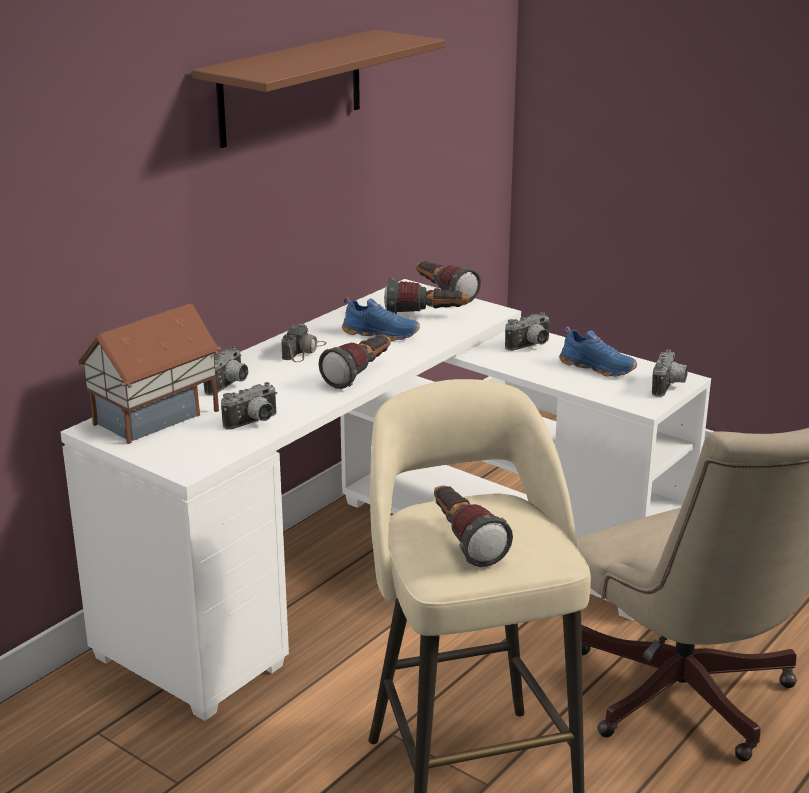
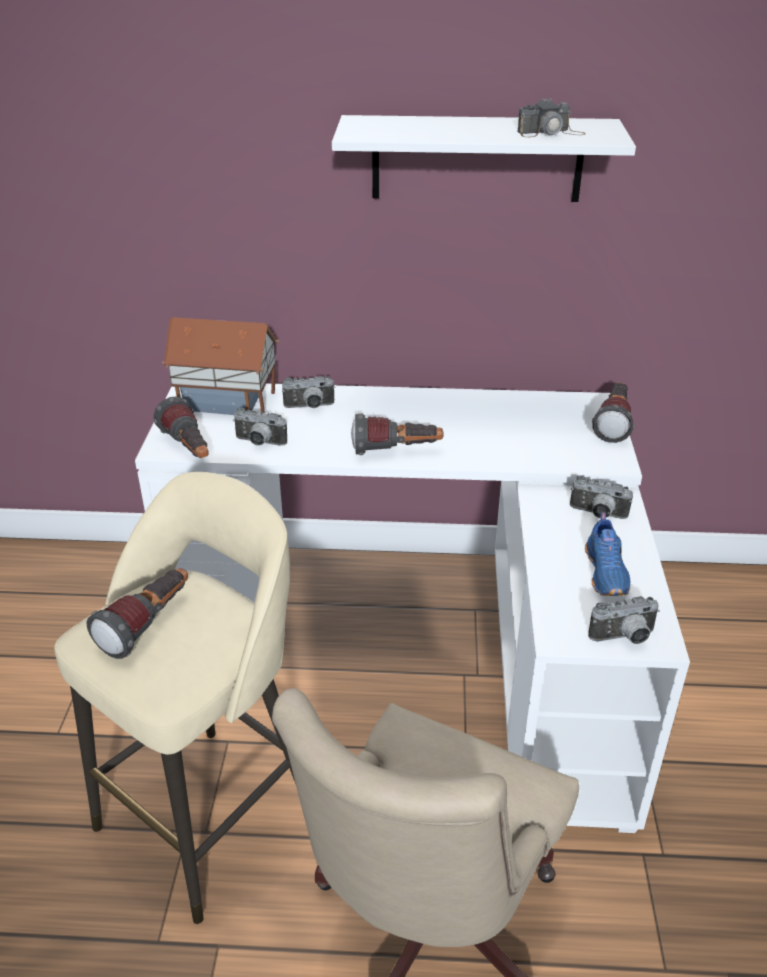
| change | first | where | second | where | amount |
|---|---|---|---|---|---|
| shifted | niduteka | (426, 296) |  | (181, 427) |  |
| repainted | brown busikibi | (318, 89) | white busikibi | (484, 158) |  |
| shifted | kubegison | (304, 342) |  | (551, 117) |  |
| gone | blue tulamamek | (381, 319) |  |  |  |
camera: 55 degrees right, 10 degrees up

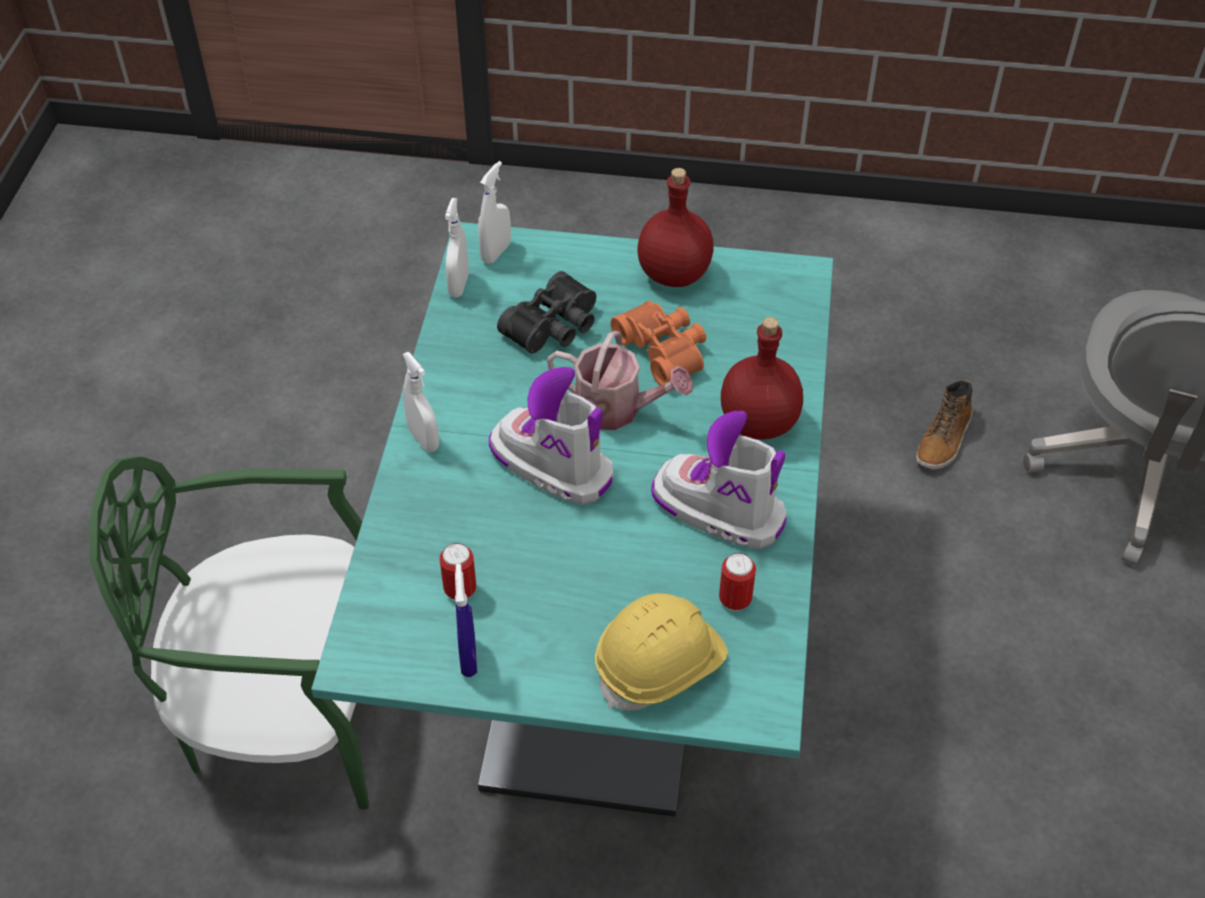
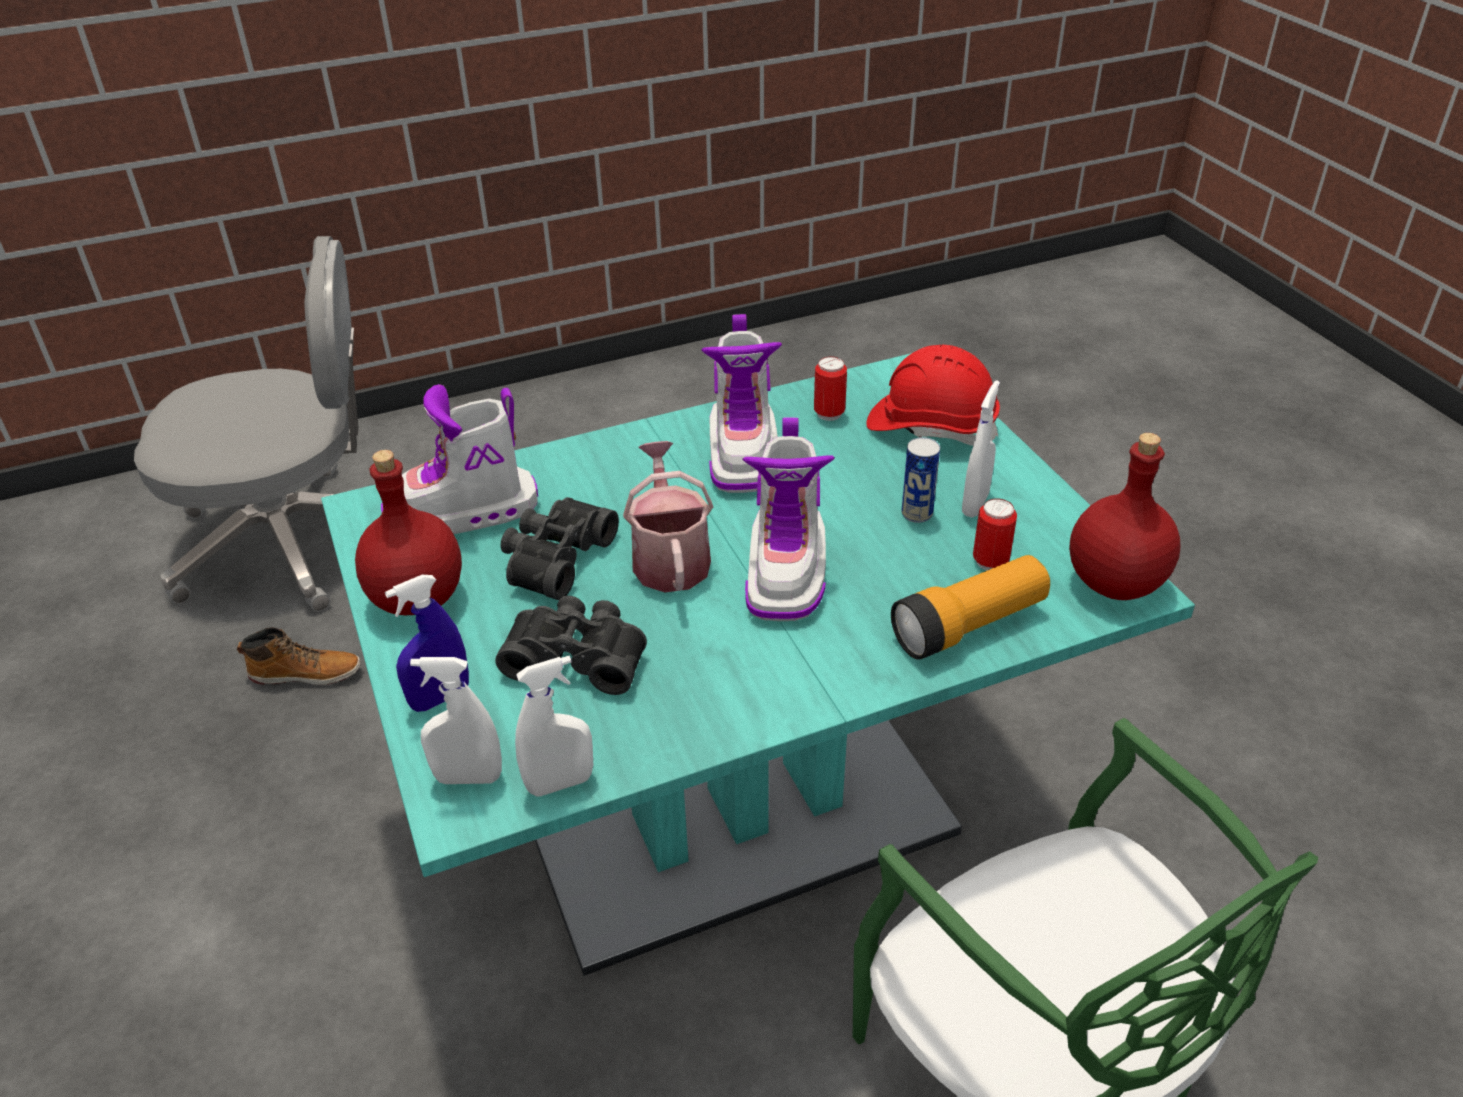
| change | first | where | second | where | amount |
|---|---|---|---|---|---|
| new |  |  | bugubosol | (459, 459) |  |
| shifted | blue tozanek | (466, 620) |  | (427, 643) |  |
| repainted | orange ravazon | (658, 343) | black ravazon | (559, 548) |  |
| repainted | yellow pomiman | (661, 652) | red pomiman | (933, 395) |  |
| new |  |  | niduteka | (970, 607) |  |
| new |  |  | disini | (920, 480) |  |
| shifted | white tozanek | (421, 402) |  | (981, 449) |  |
| shifted | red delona | (762, 378) |  | (1124, 516) |  |
camera: 120 degrees left, 10 degrees down

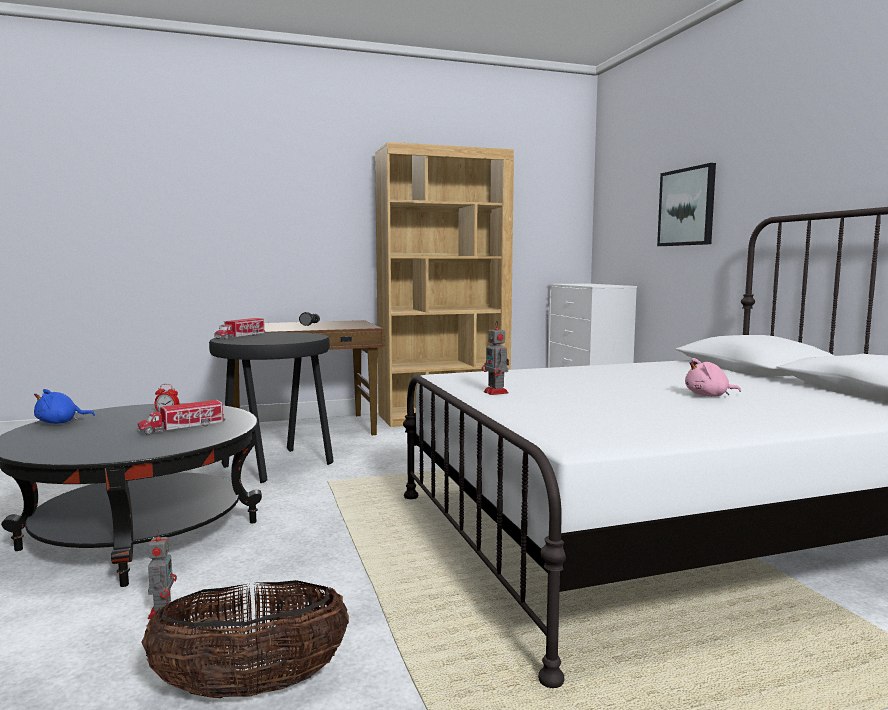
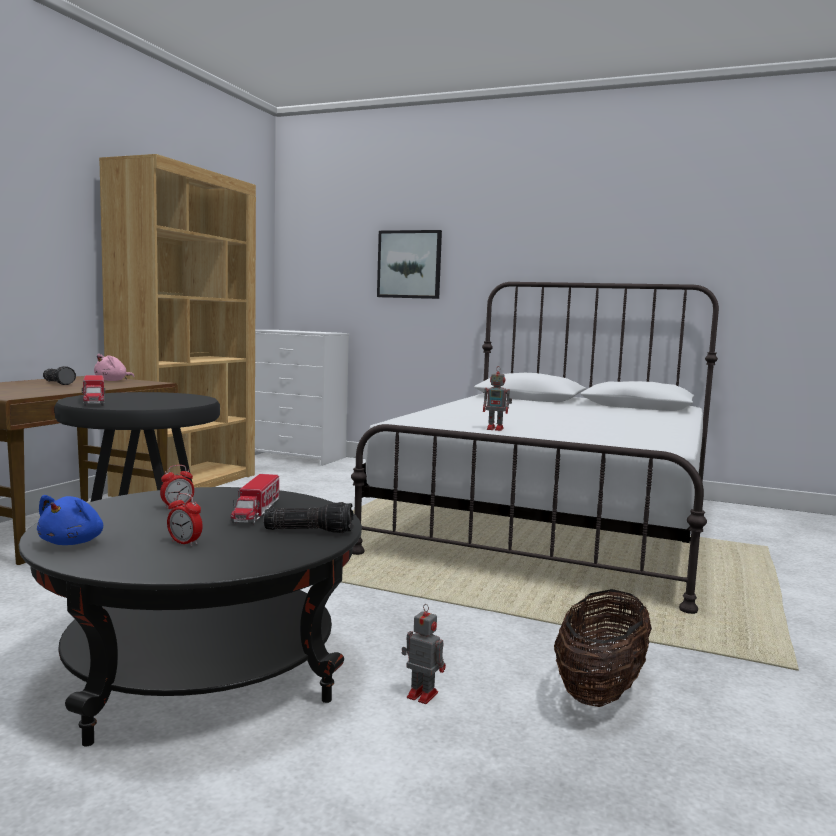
| change | first | where | second | where | amount |
|---|---|---|---|---|---|
| shifted | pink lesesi | (713, 377) |  | (114, 367) |  |
| new |  |  | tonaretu | (185, 519) |  |
| new |  |  | niduteka | (308, 517) |  |
camera: 50 degrees left, 0 degrees up

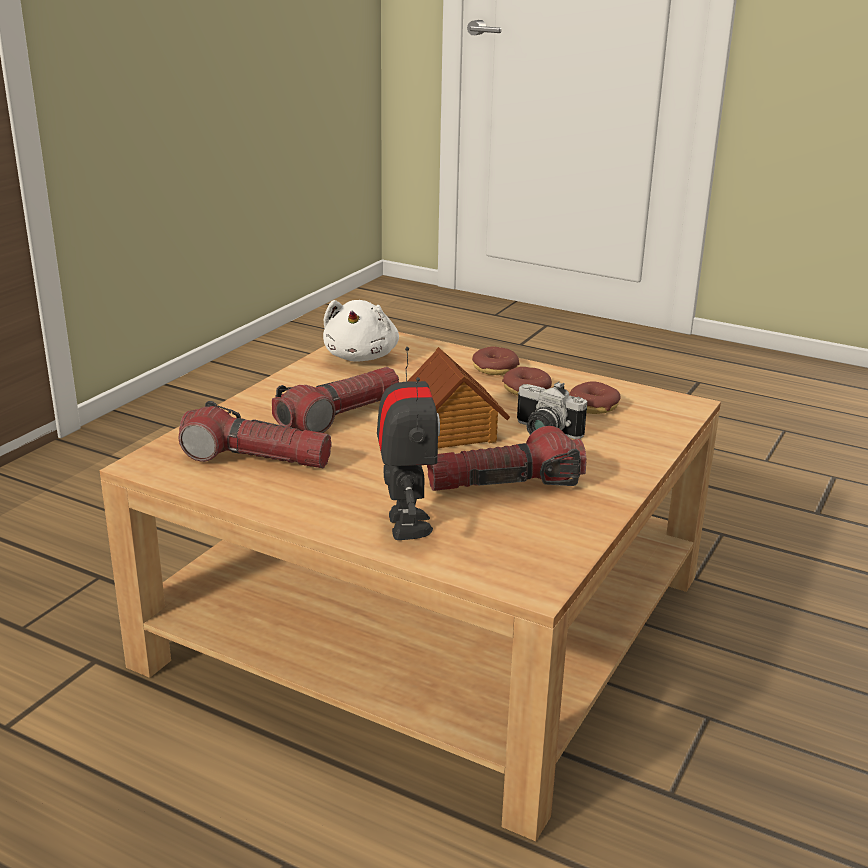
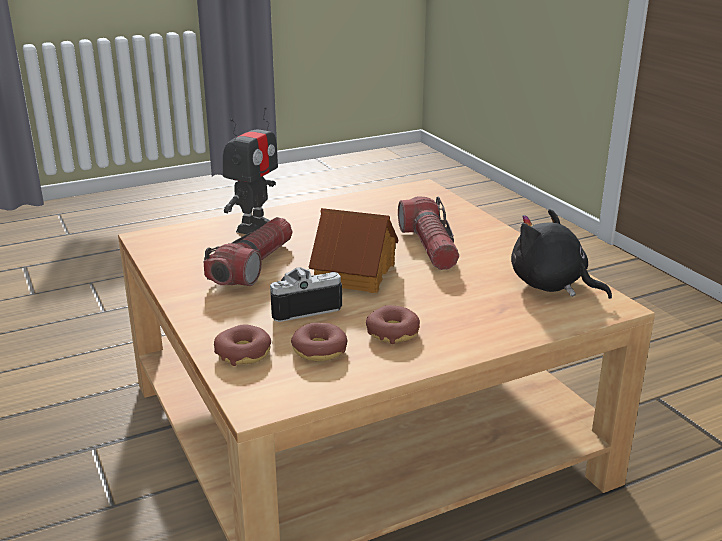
| change | first | where | second | where | amount |
|---|---|---|---|---|---|
| shifted | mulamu | (495, 360) |  | (242, 345) |  |
| rotated | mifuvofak | (408, 443) |  | (250, 170) | 90 degrees counterclockwise |
| repainted | white lesesi | (361, 330) | black lesesi | (561, 254) |  |
| gone | niduteka | (255, 434) |  |  |  |
camera: 125 degrees right, 0 degrees up

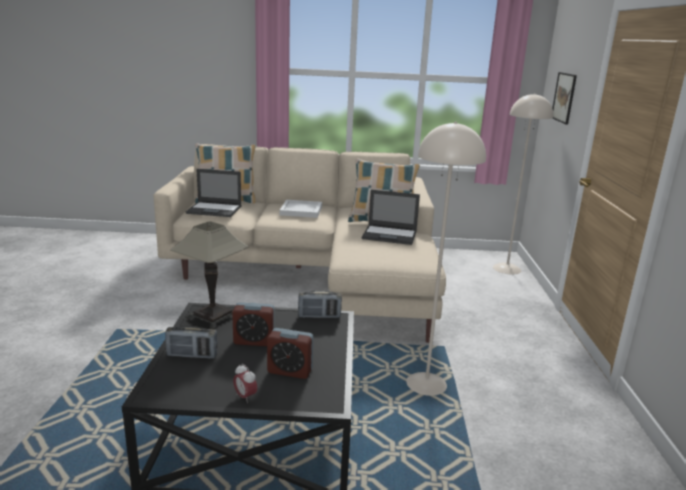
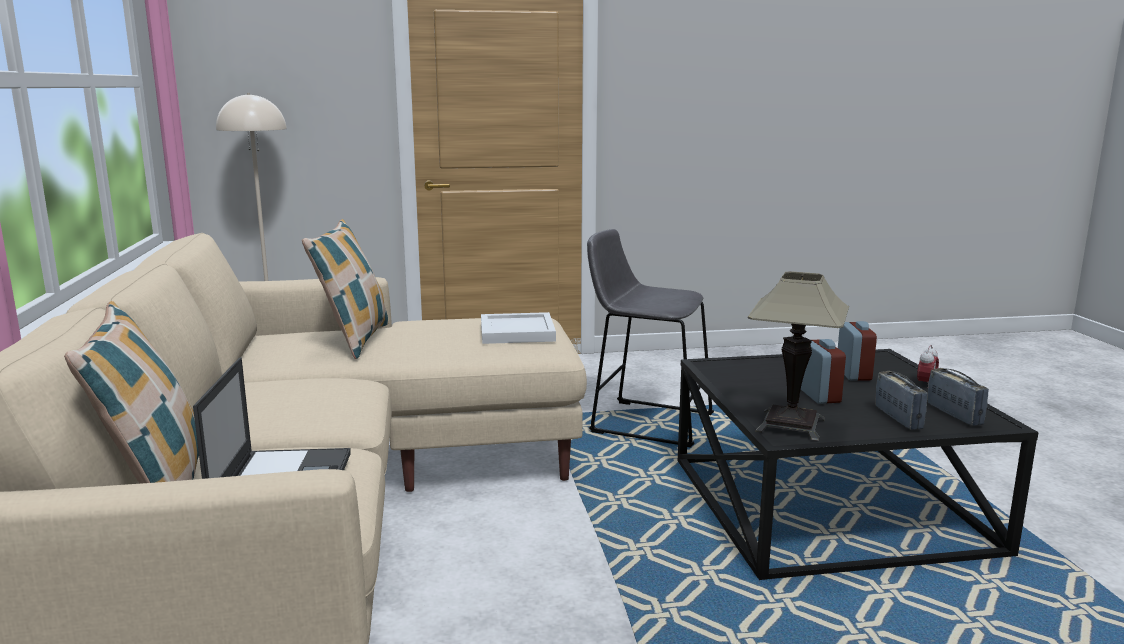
| change | first | where | second | where | amount |
|---|---|---|---|---|---|
| shifted | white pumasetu | (301, 209) |  | (518, 328) |  |
| swapped | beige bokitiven | (446, 258) | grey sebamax | (650, 338) |  |
| shifted | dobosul | (320, 304) |  | (958, 397) |  |
| gone | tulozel | (391, 217) |  |  |  |
| gone | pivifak | (564, 98) |  |  |  |
camera: 100 degrees left, 5 degrees down

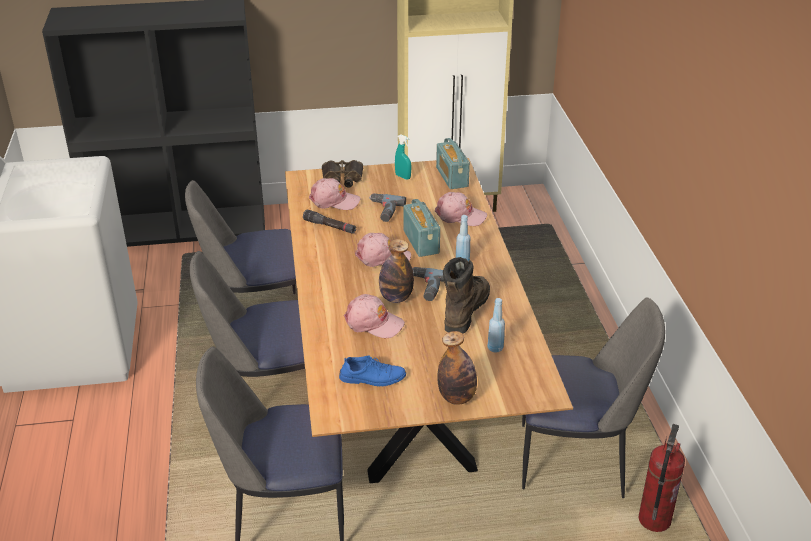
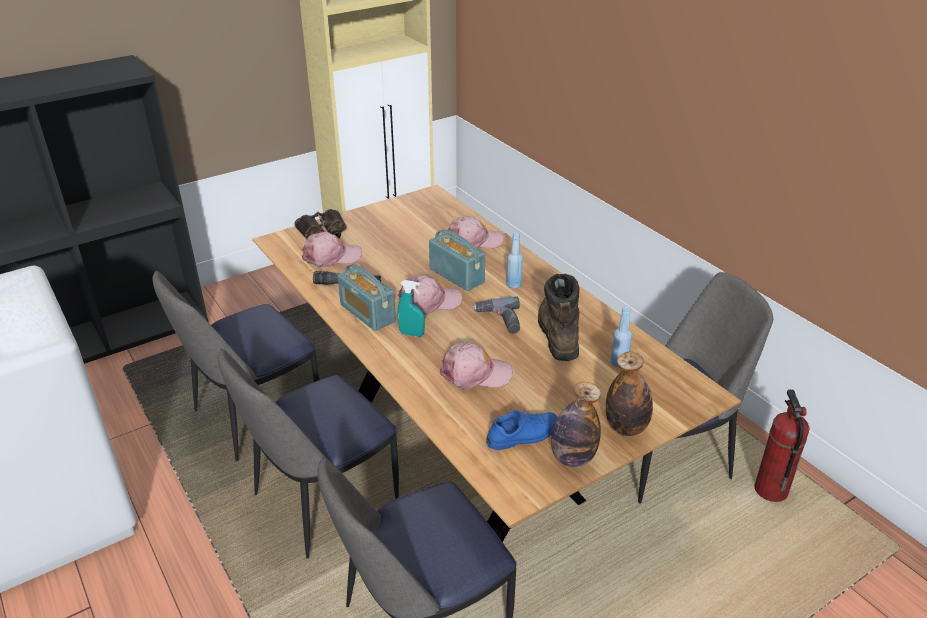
| change | first | where | second | where | amount |
|---|---|---|---|---|---|
| shifted | dobosul | (453, 163) |  | (367, 297) |  |
| shifted | turquoise tozanek | (403, 157) |  | (411, 308) |  |
| shifted | delona | (396, 271) |  | (576, 424) |  |
| gone | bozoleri | (387, 207) |  |  |  |
camera: 25 degrees left, 0 degrees up

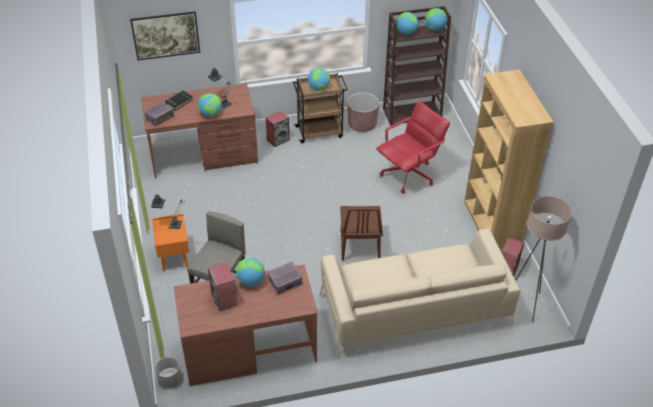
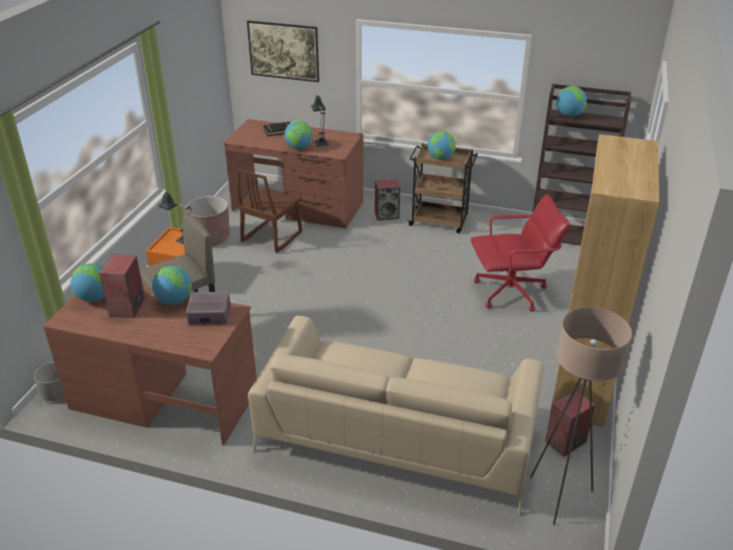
| change | first | where | second | where | amount |
|---|---|---|---|---|---|
| shifted | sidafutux | (436, 19) |  | (88, 282) |  |
| shifted | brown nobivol | (363, 112) |  | (208, 221) |  |
| shifted | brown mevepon | (361, 233) |  | (269, 211) |  |
| gone | dobosul | (159, 114) |  |  |  |
camera: 30 degrees right, 10 degrees down

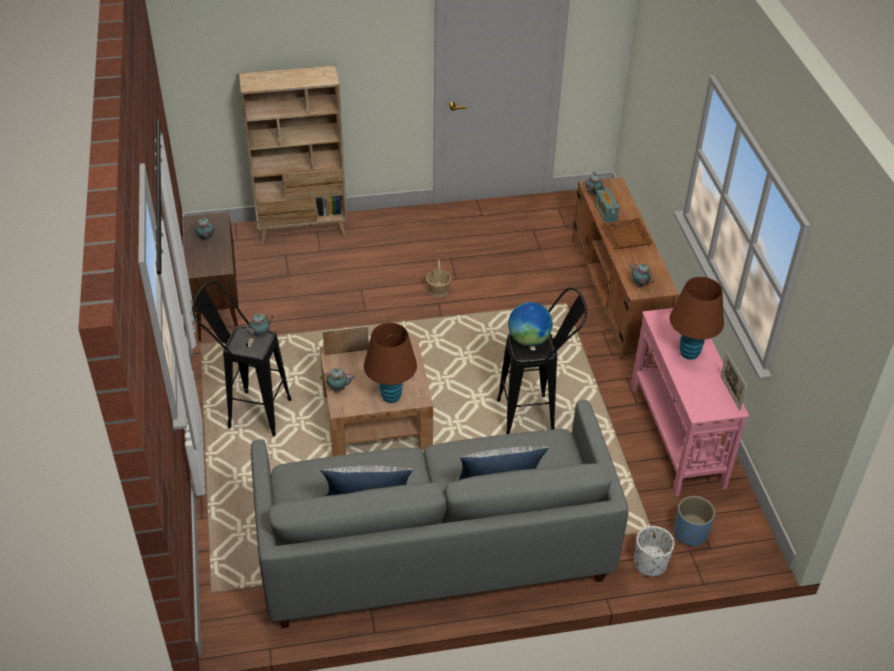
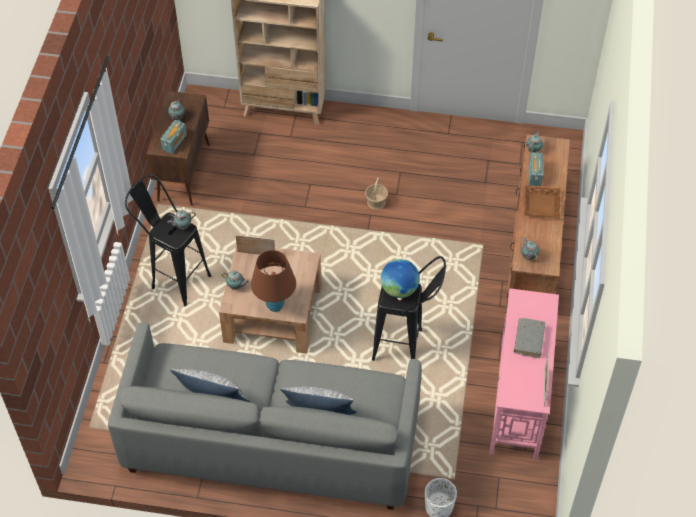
| change | first | where | second | where | amount |
|---|---|---|---|---|---|
| new |  |  | dobosul | (173, 137) |  |
| swapped | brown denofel | (697, 318) | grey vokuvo | (529, 338) |  |
| gone | blue nobivol | (694, 521) |  |  |  |
camera: 20 degrees right, 10 degrees up

